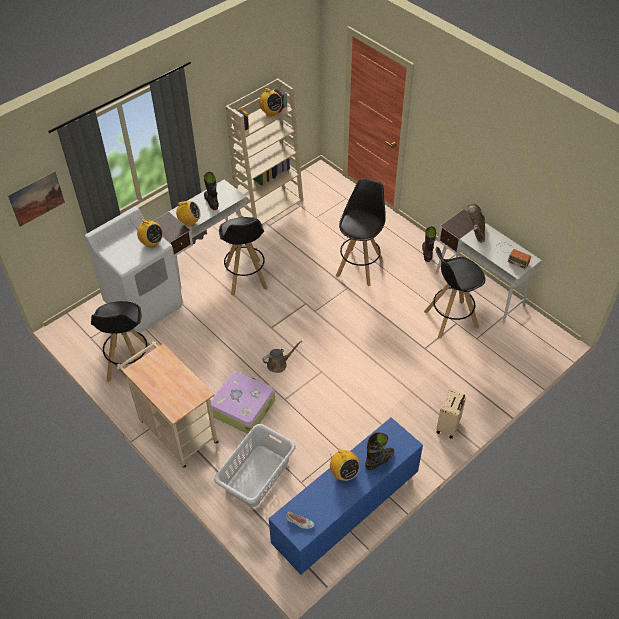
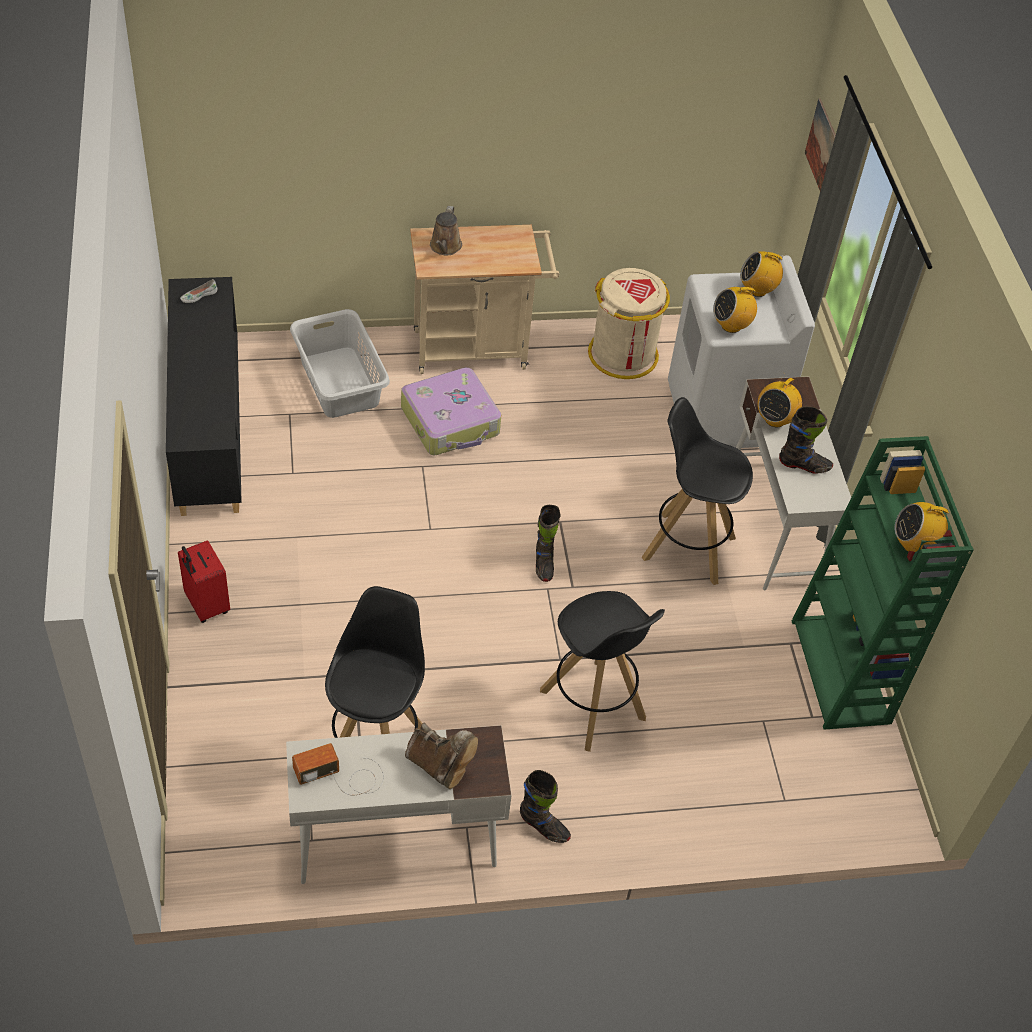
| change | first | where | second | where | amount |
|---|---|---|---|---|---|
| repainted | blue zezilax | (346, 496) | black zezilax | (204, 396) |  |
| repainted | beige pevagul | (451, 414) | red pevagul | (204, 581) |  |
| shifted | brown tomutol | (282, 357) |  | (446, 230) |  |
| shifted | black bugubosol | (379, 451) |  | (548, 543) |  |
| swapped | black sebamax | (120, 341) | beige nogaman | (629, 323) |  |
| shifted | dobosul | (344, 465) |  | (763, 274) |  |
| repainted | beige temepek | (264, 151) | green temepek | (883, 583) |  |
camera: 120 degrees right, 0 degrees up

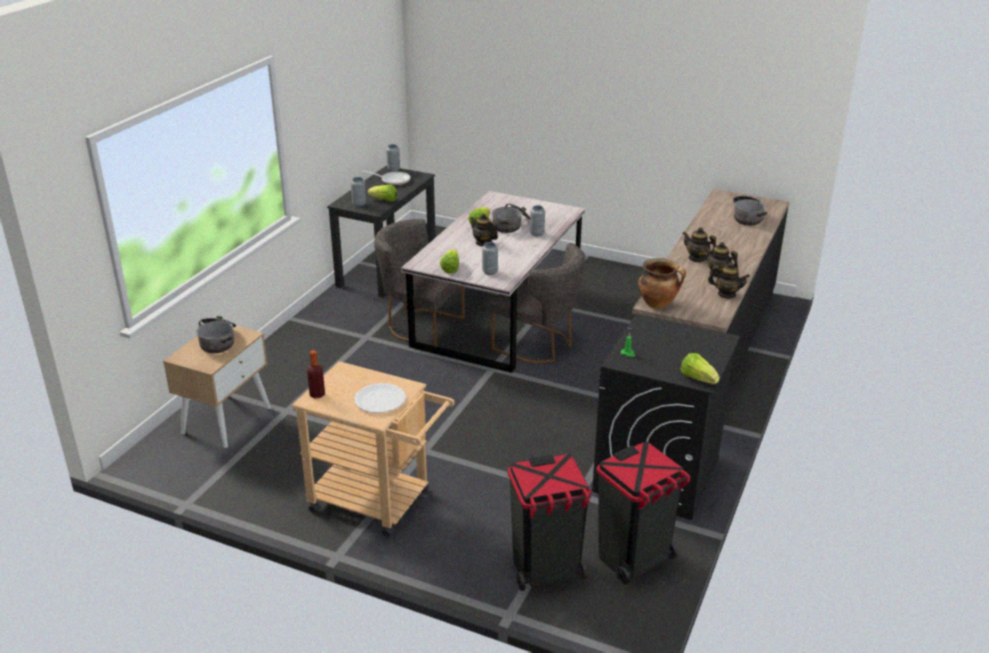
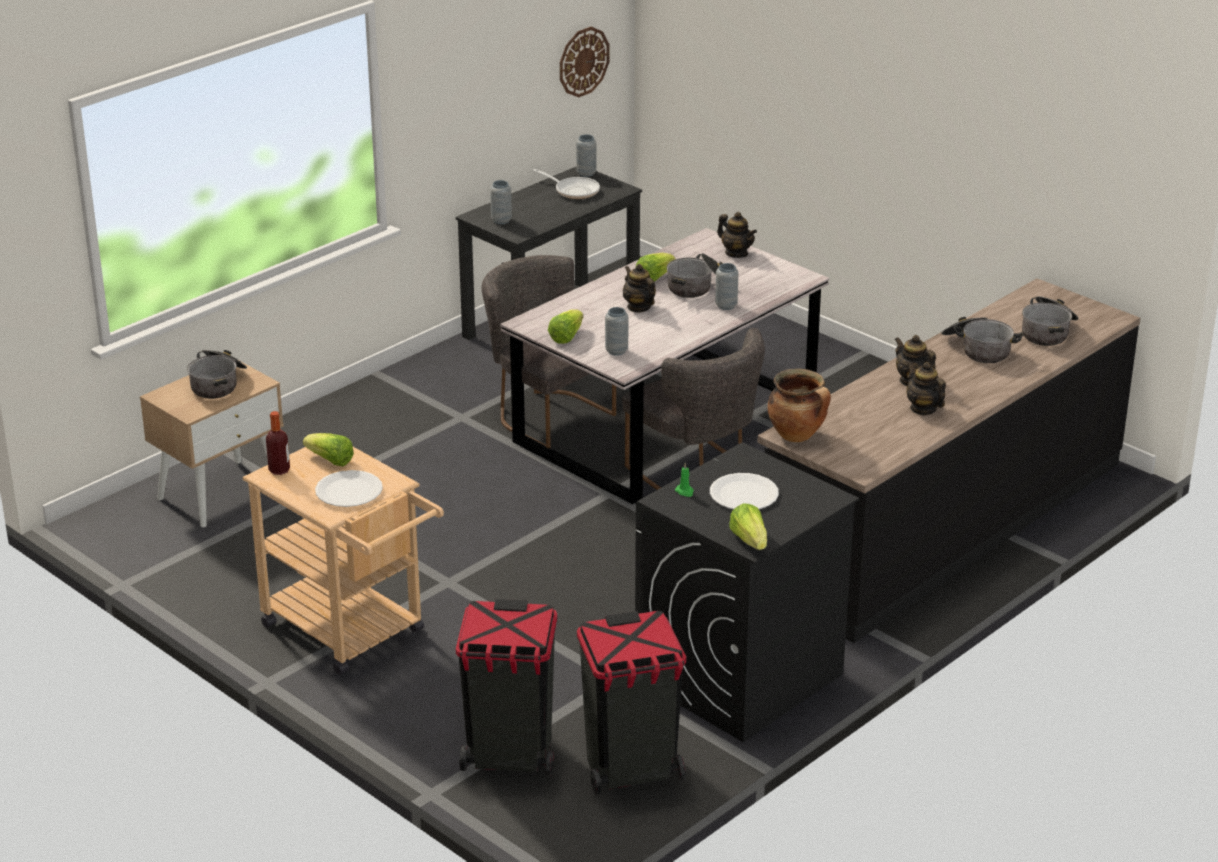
| change | first | where | second | where | amount |
|---|---|---|---|---|---|
| shifted | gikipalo | (382, 193) |  | (328, 450) |  |
| new |  |  | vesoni | (584, 62) |  |
| new |  |  | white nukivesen | (744, 491) |  |
| shifted | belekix | (729, 280) |  | (737, 235) |  |
| new |  |  | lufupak | (982, 340) |  |
camera: 20 degrees right, 0 degrees up

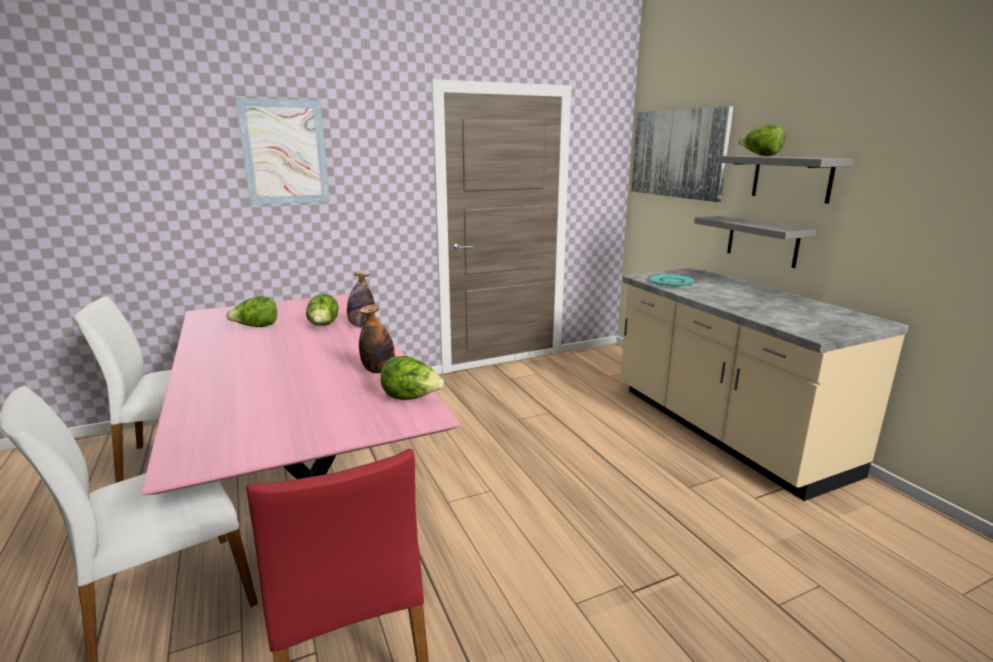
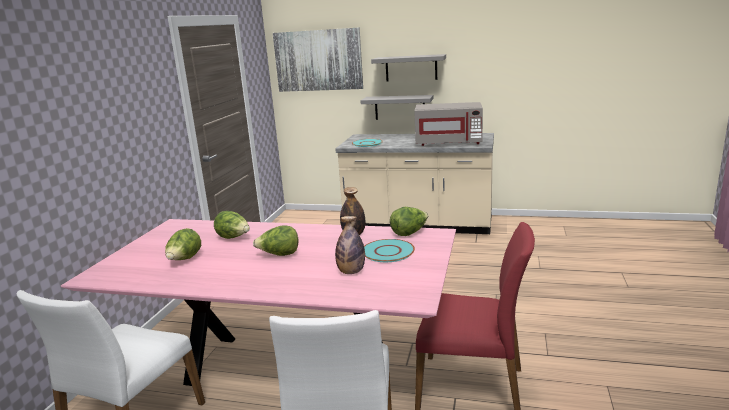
| change | first | where | second | where | amount |
|---|---|---|---|---|---|
| shifted | gikipalo | (761, 140) |  | (276, 240) |  |
| shifted | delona | (361, 299) |  | (350, 245) |  |
| new |  |  | turquoise nukivesen | (389, 250) |  |
| new |  |  | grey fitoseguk | (448, 124) |  |
| gone | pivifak | (282, 151) |  |  |  |
camera: 50 degrees left, 0 degrees up

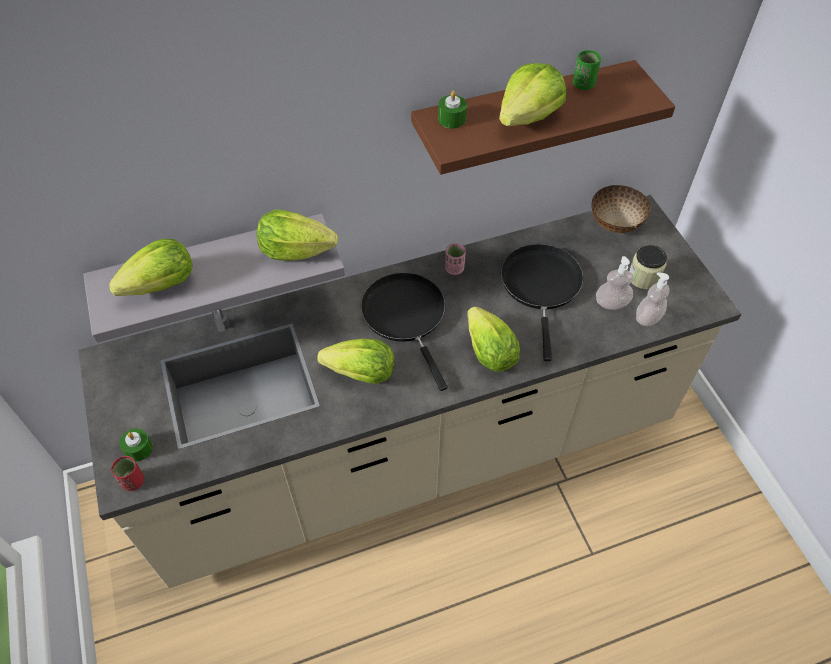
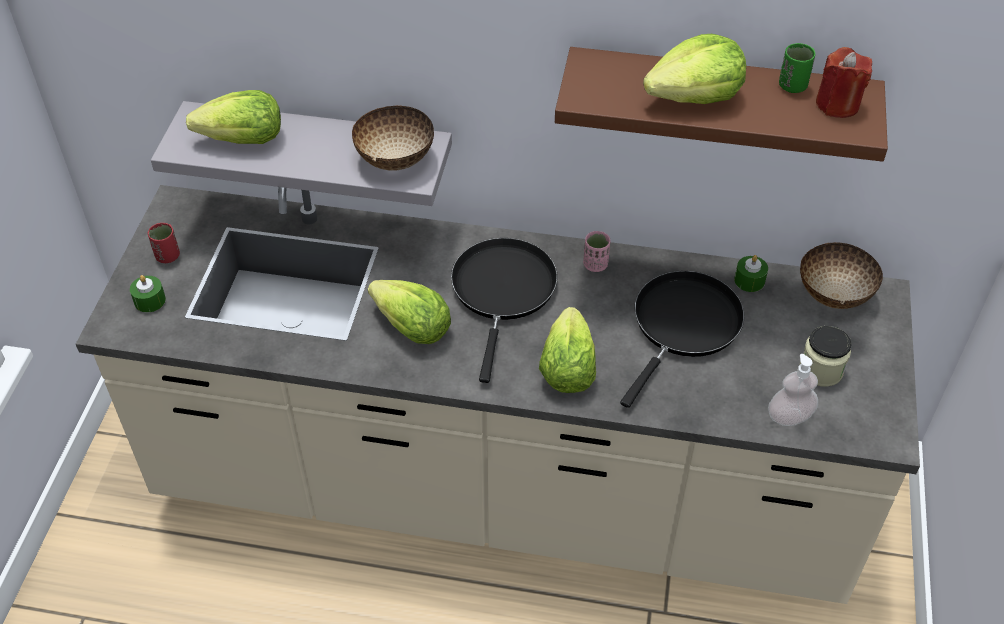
| change | first | where | second | where | amount |
|---|---|---|---|---|---|
| shifted | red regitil | (127, 473) |  | (164, 243) |  |
| swapped | gikipalo | (297, 234) | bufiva | (393, 138) |  |
| shifted | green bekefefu | (452, 109) |  | (751, 273) |  |
| new |  |  | red bekefefu | (844, 82) |  |
| gone | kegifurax | (614, 283) |  |  |  |
camera: 30 degrees right, 5 degrees down

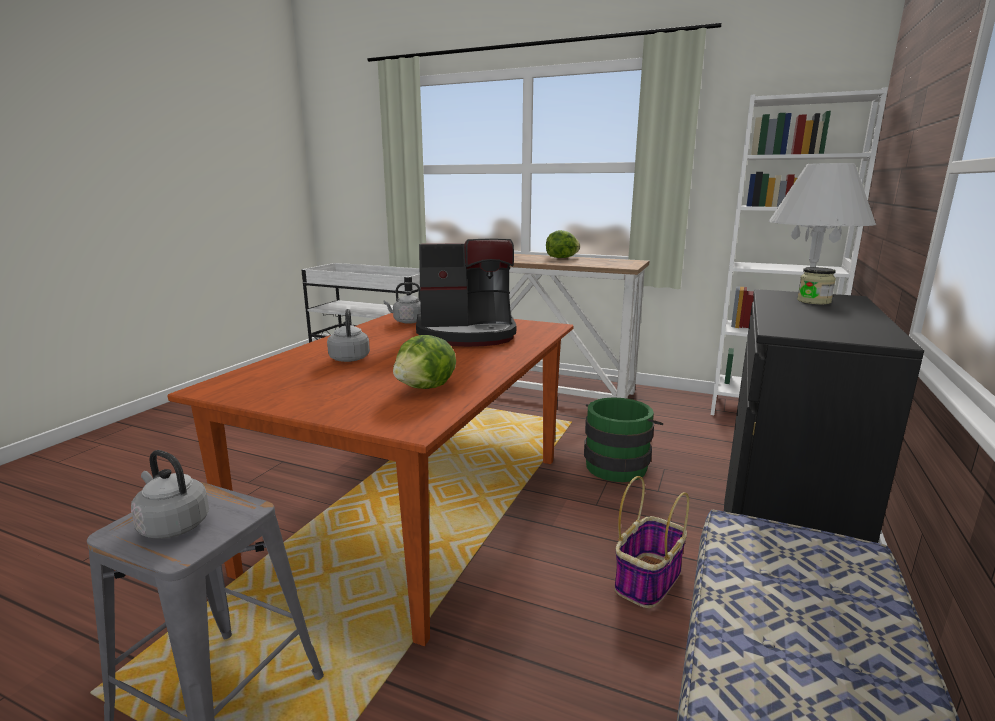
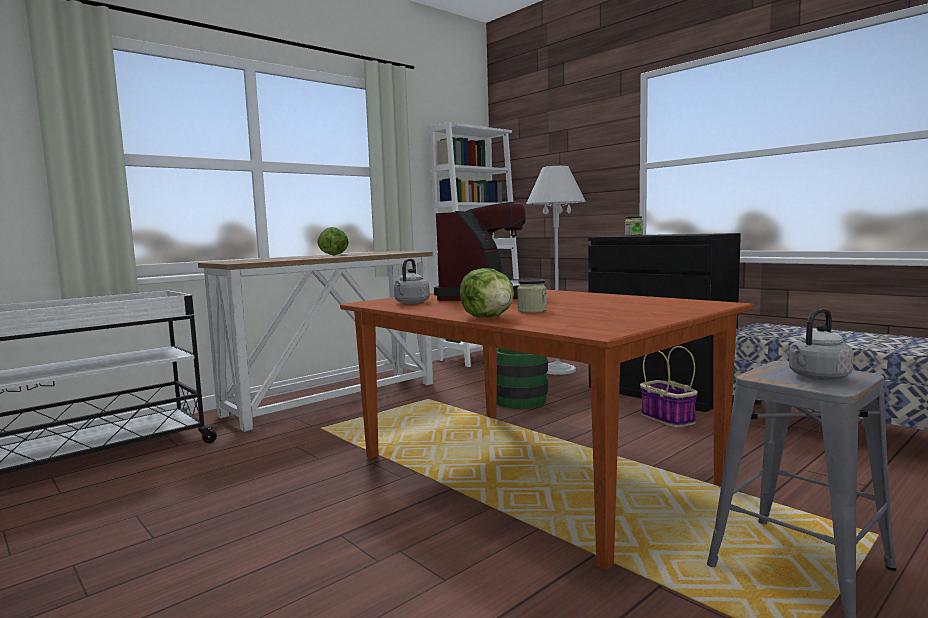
| change | first | where | second | where | amount |
|---|---|---|---|---|---|
| shifted | gikipalo | (424, 362) |  | (487, 293) |  |
| swapped | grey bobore | (348, 335) | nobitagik | (532, 296) |  |
camera: 65 degrees left, 10 degrees down

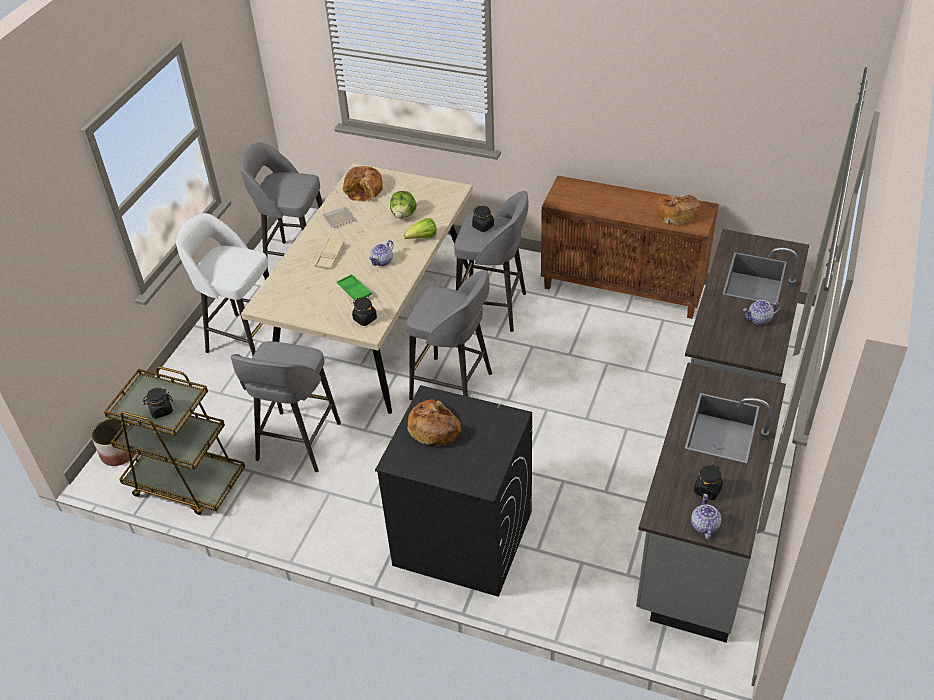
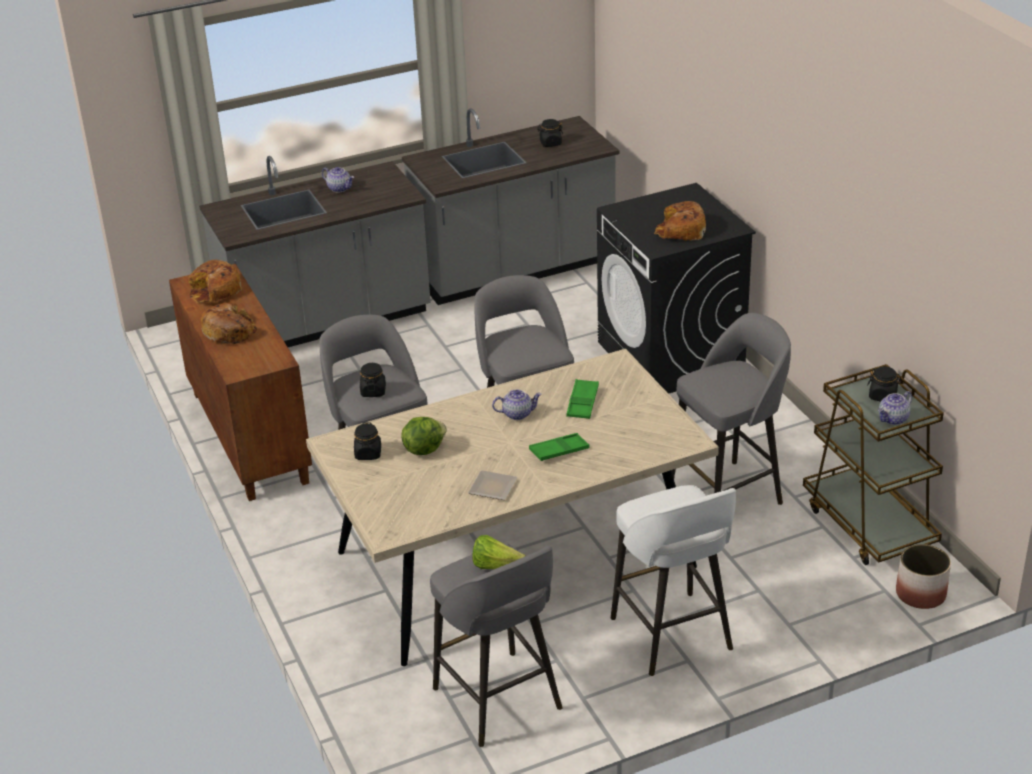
| change | first | where | second | where | amount |
|---|---|---|---|---|---|
| shifted | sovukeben | (363, 184) |  | (229, 323) |  |
| shifted | black nobitagik | (364, 311) |  | (367, 441) |  |
| shifted | gikipalo | (420, 228) |  | (499, 552) |  |
| repainted | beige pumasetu | (330, 253) | green pumasetu | (559, 447) |  |
| shifted | belekix | (706, 517) |  | (895, 408) |  |
camera: 135 degrees left, 10 degrees down

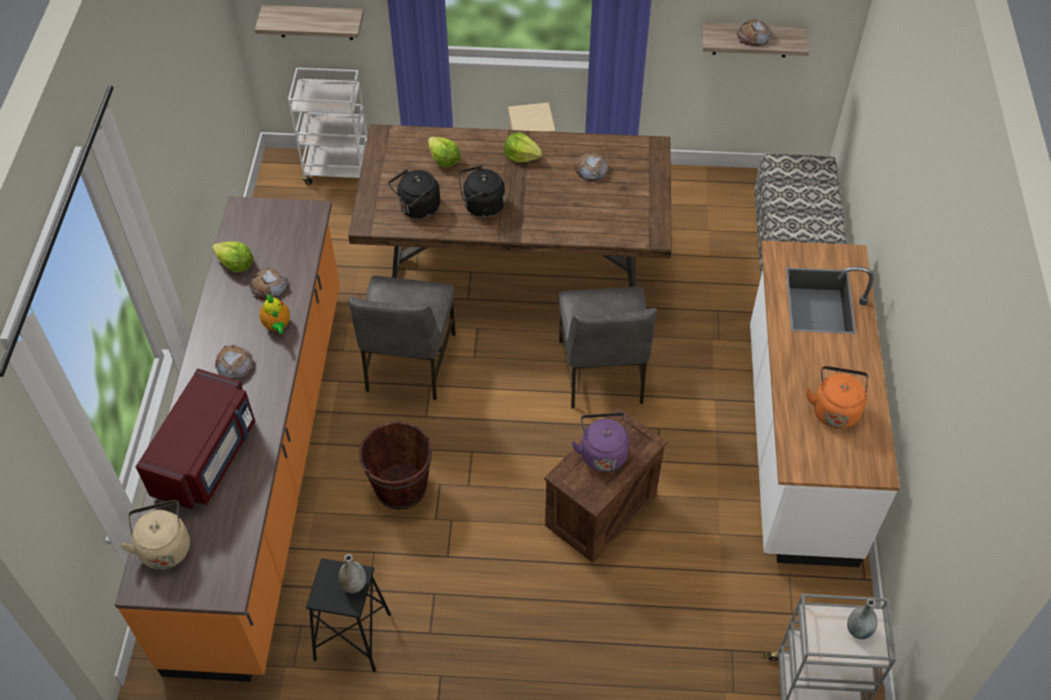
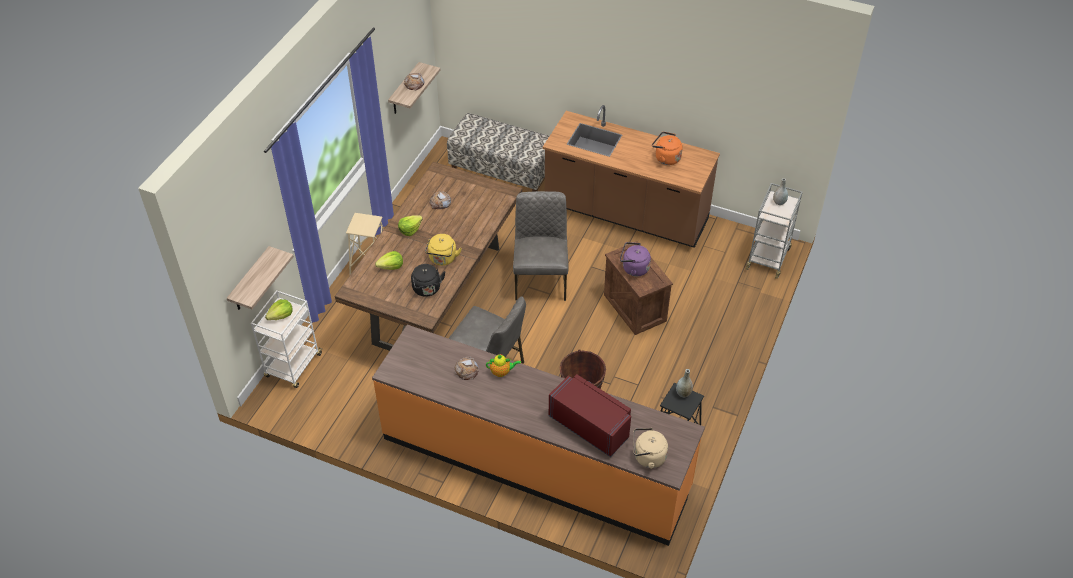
| change | first | where | second | where | amount |
|---|---|---|---|---|---|
| shifted | gikipalo | (233, 257) |  | (279, 309) |  |
| repainted | black bobore | (481, 191) | yellow bobore | (443, 250) |  |
| rotated | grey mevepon | (607, 348) |  | (541, 246) | 105 degrees counterclockwise |
| repainted | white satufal | (825, 403) | brown satufal | (631, 176) |  |
| gone | sovukeben | (234, 362) |  |  |  |
camera: 70 degrees left, 5 degrees down

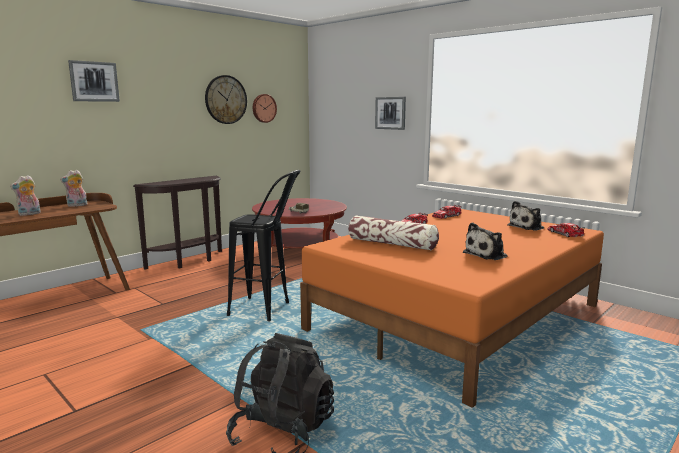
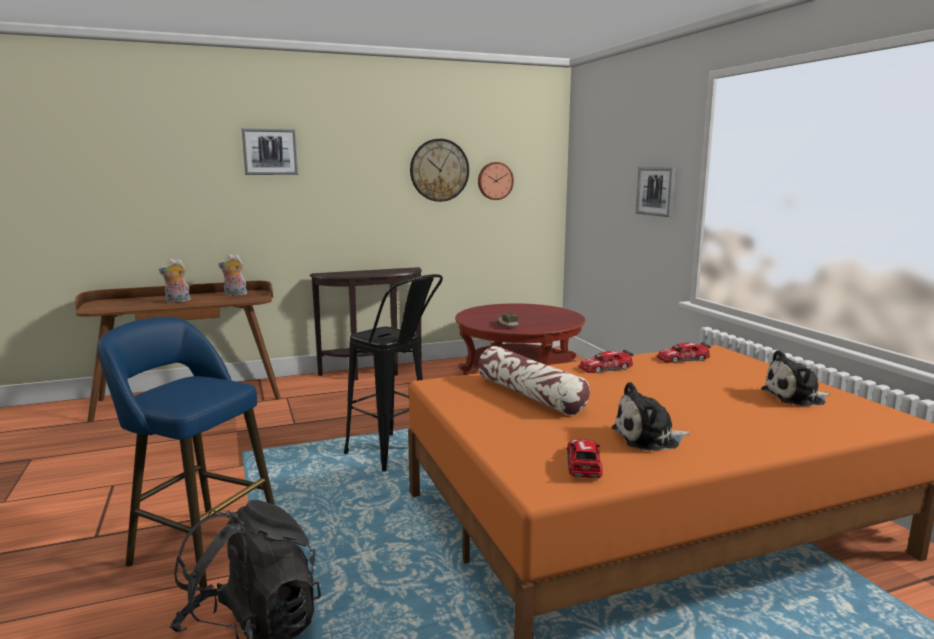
| change | first | where | second | where | amount |
|---|---|---|---|---|---|
| new |  |  | blue sebamax | (186, 455) |  |
| shifted | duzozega | (566, 230) |  | (585, 459) |  |
camera: 25 degrees right, 0 degrees up

